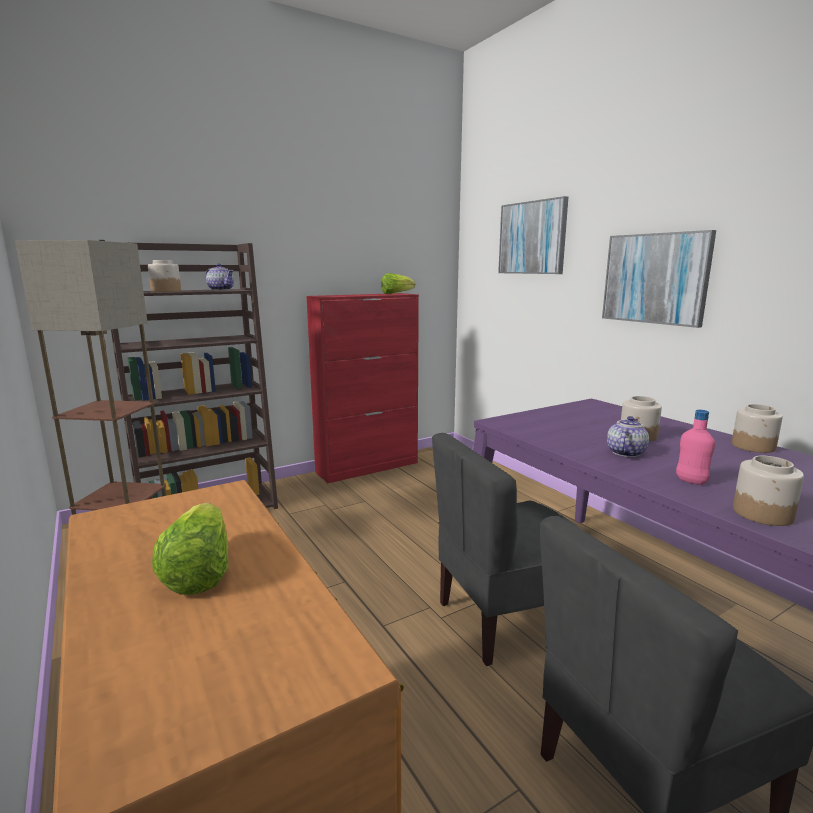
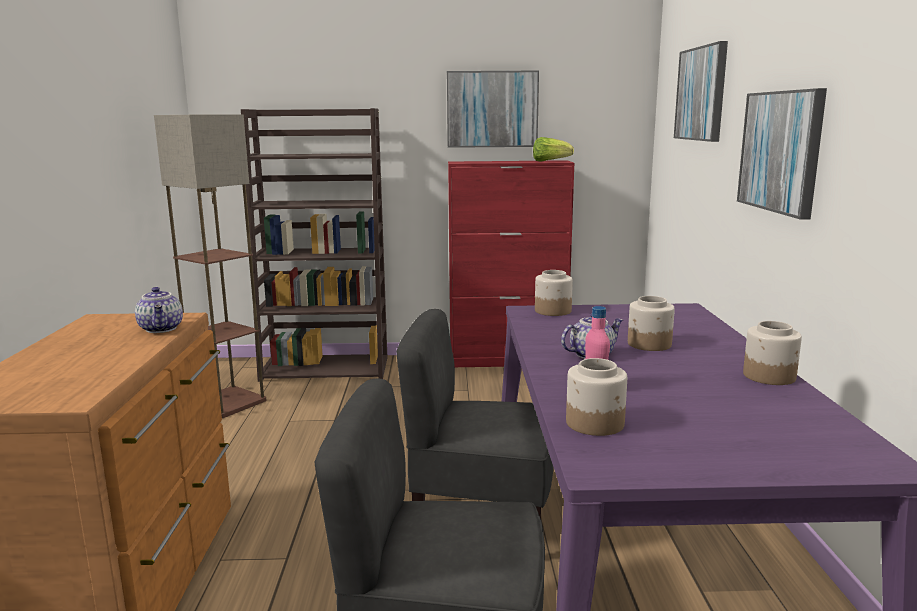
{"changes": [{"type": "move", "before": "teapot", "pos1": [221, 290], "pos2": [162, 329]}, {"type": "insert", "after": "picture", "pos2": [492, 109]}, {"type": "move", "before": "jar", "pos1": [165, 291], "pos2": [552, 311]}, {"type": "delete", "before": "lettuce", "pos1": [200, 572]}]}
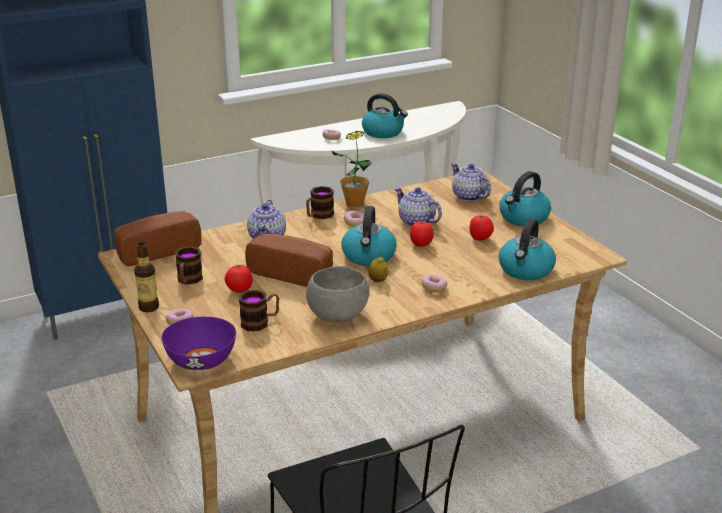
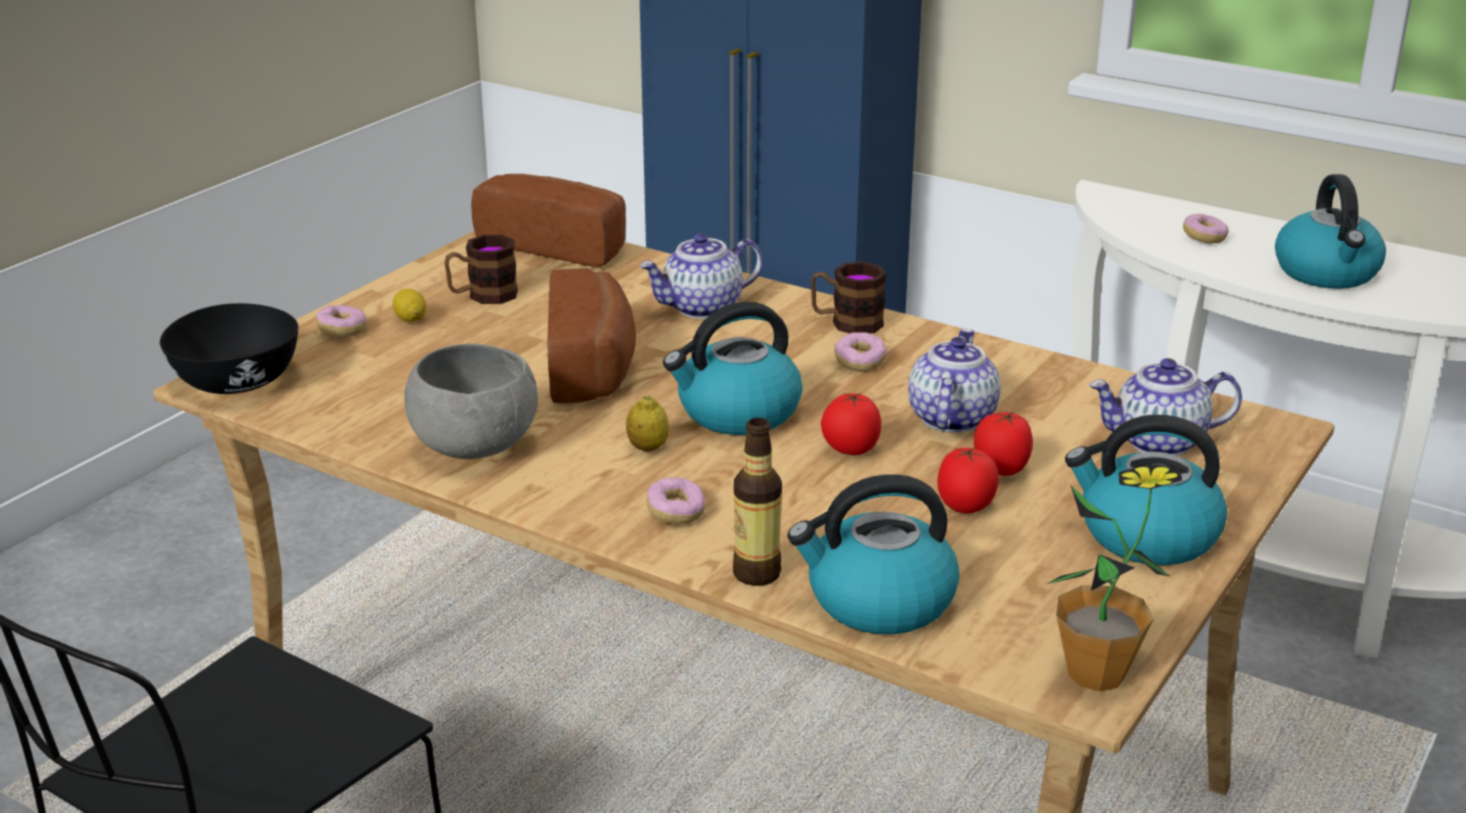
{"changes": [{"type": "recolor", "before": "bowl in purple", "after": "bowl in black", "pos1": [200, 361], "pos2": [235, 381]}, {"type": "insert", "after": "lemon", "pos2": [410, 319]}, {"type": "move", "before": "bottle", "pos1": [149, 307], "pos2": [756, 574]}, {"type": "move", "before": "tomato", "pos1": [239, 290], "pos2": [1001, 469]}, {"type": "move", "before": "potted plant", "pos1": [354, 203], "pos2": [1096, 674]}, {"type": "rotate", "before": "teapot", "pos1": [468, 196], "pos2": [1158, 442], "turn": -120}, {"type": "delete", "before": "mug", "pos1": [260, 322]}]}
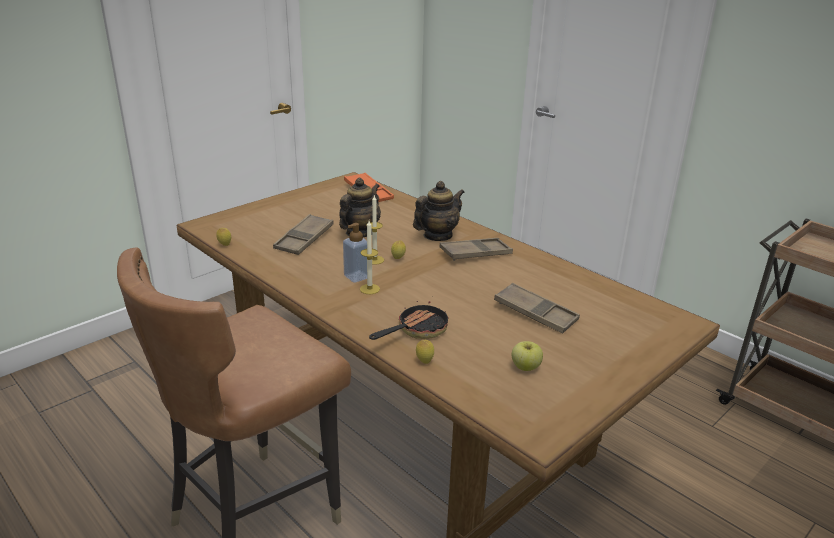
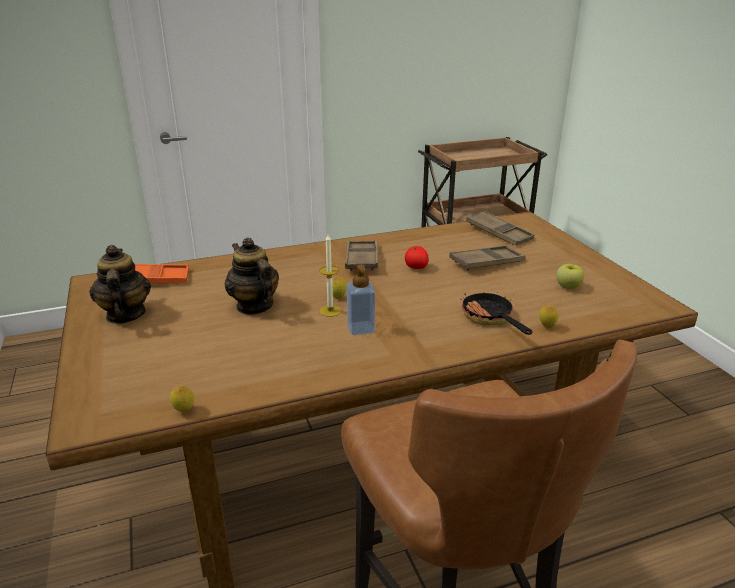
{"changes": [{"type": "move", "before": "teapot", "pos1": [437, 236], "pos2": [125, 315]}, {"type": "insert", "after": "tomato", "pos2": [416, 267]}, {"type": "move", "before": "tray in brown", "pos1": [304, 239], "pos2": [498, 233]}, {"type": "delete", "before": "candle", "pos1": [369, 289]}]}
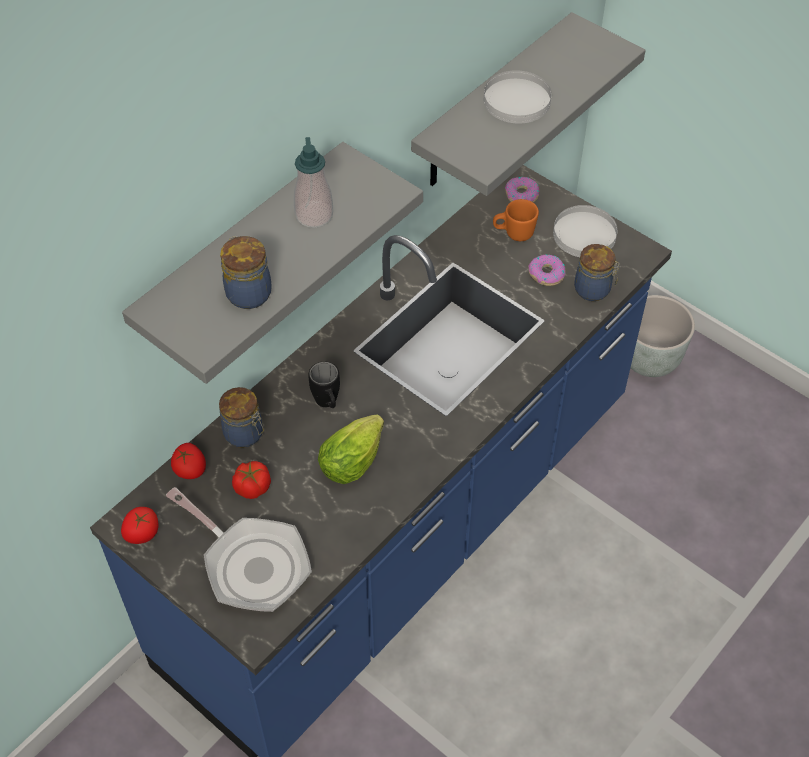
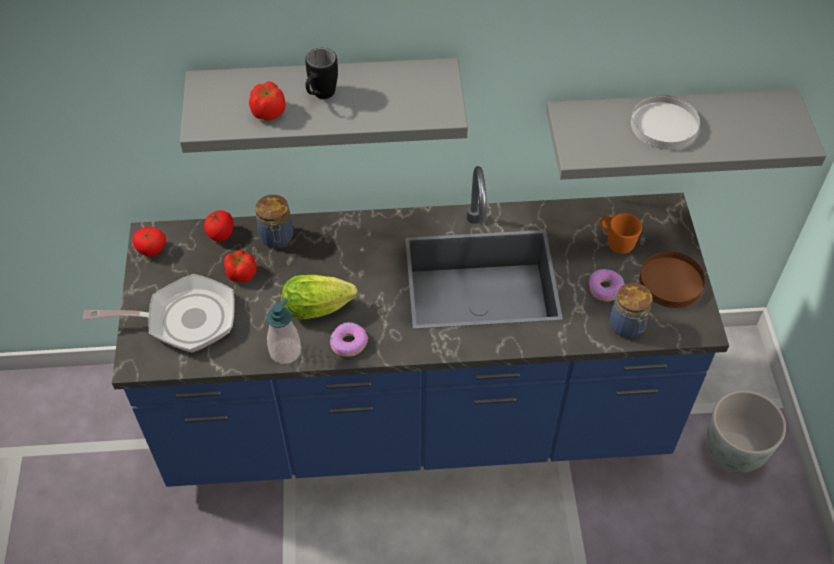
{"changes": [{"type": "rotate", "before": "frying pan", "pos1": [251, 564], "pos2": [184, 319], "turn": -90}, {"type": "replace", "before": "jar", "after": "tomato", "pos1": [248, 292], "pos2": [269, 112]}, {"type": "move", "before": "soap dispenser", "pos1": [314, 215], "pos2": [285, 351]}, {"type": "move", "before": "mug in black", "pos1": [328, 405], "pos2": [320, 96]}, {"type": "move", "before": "donut", "pos1": [521, 195], "pos2": [348, 343]}, {"type": "recolor", "before": "plate in white", "after": "plate in brown", "pos1": [584, 235], "pos2": [670, 282]}]}
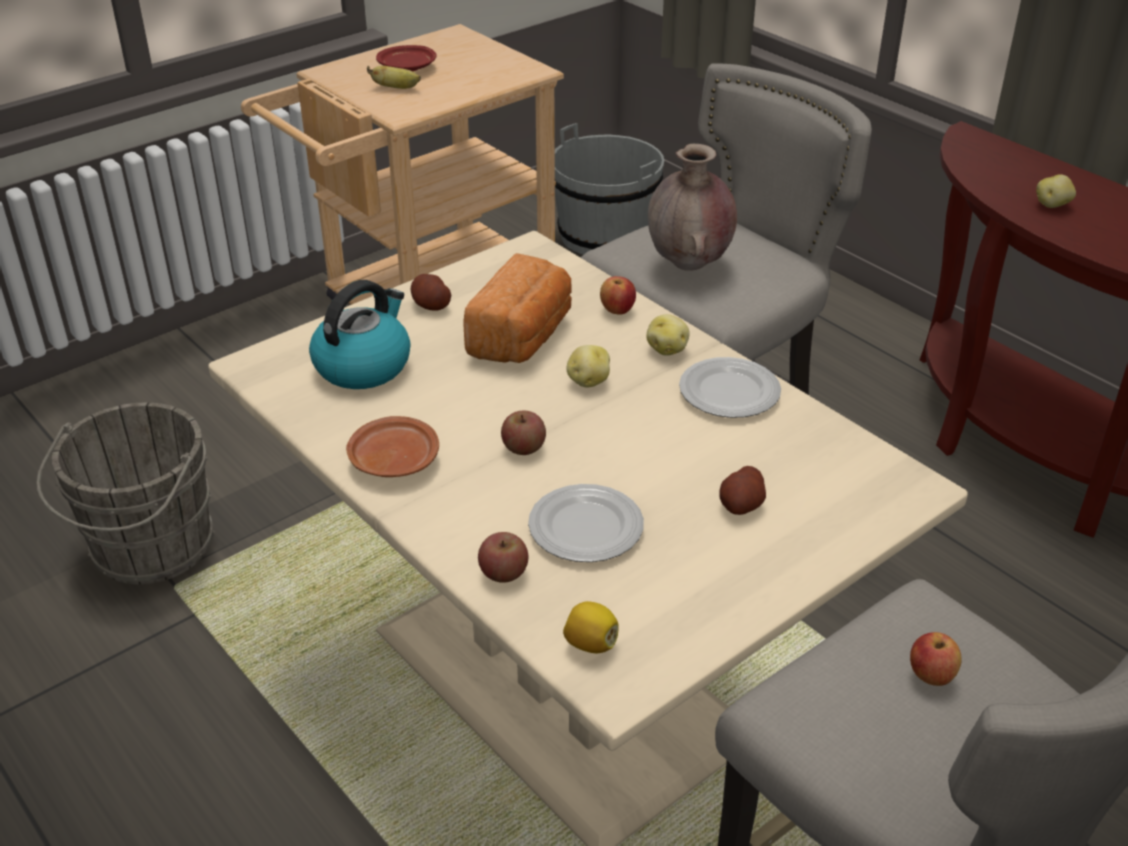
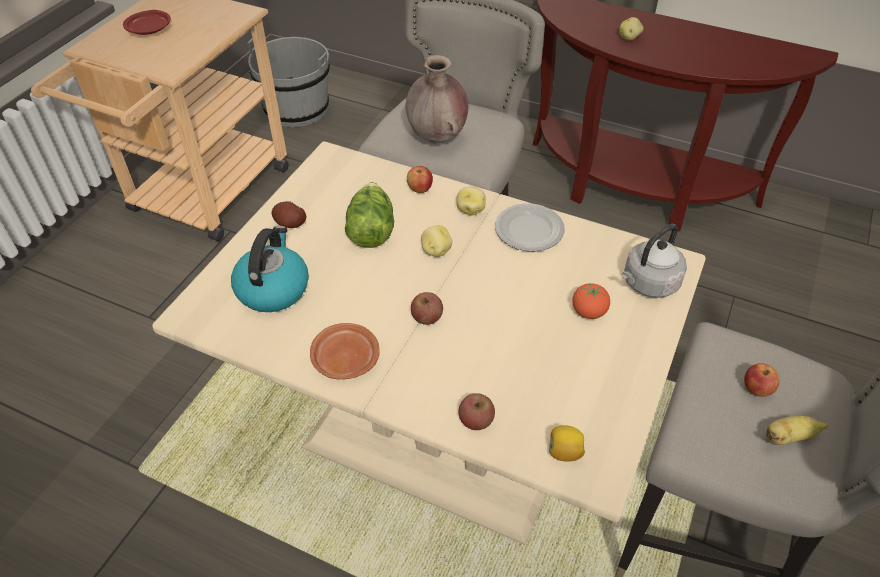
{"changes": [{"type": "replace", "before": "bread", "after": "lettuce", "pos1": [523, 337], "pos2": [370, 229]}, {"type": "replace", "before": "potato", "after": "tomato", "pos1": [741, 505], "pos2": [588, 312]}, {"type": "insert", "after": "kettle in grey", "pos2": [648, 284]}, {"type": "move", "before": "banana", "pos1": [396, 88], "pos2": [788, 437]}, {"type": "delete", "before": "bucket in grey", "pos1": [148, 550]}, {"type": "delete", "before": "plate", "pos1": [586, 527]}]}
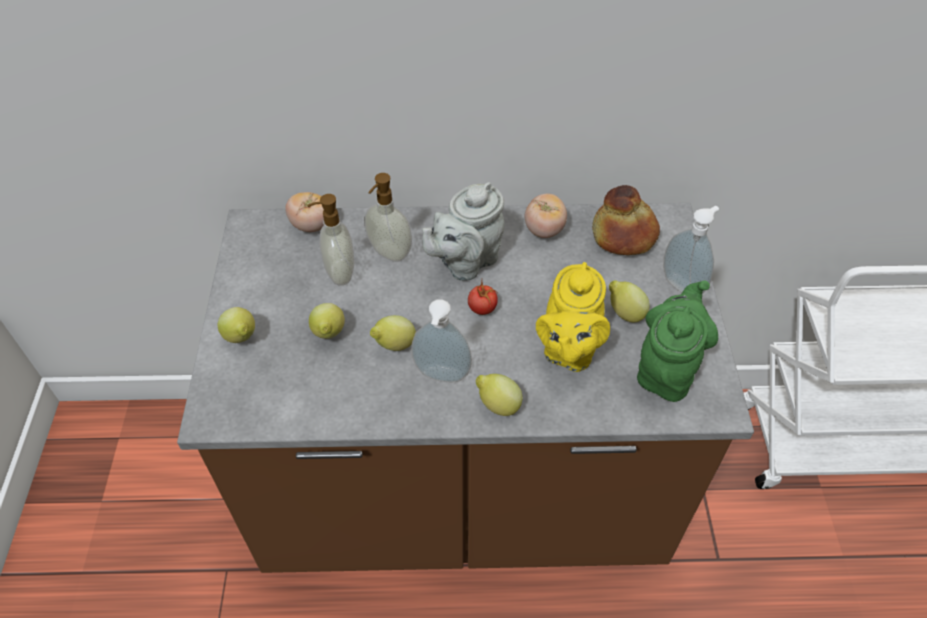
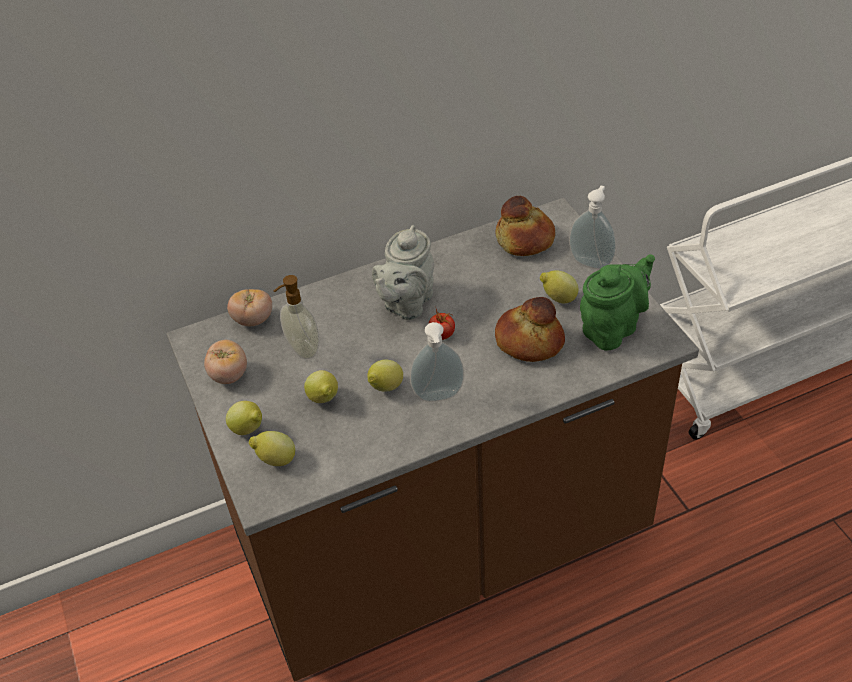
{"changes": [{"type": "move", "before": "tomato", "pos1": [544, 230], "pos2": [229, 375]}, {"type": "move", "before": "lemon", "pos1": [497, 405], "pos2": [275, 460]}, {"type": "replace", "before": "teapot in yellow", "after": "bread", "pos1": [568, 350], "pos2": [529, 341]}, {"type": "rotate", "before": "teapot in green", "pos1": [667, 369], "pos2": [613, 328], "turn": 45}, {"type": "delete", "before": "soap dispenser", "pos1": [389, 253]}]}
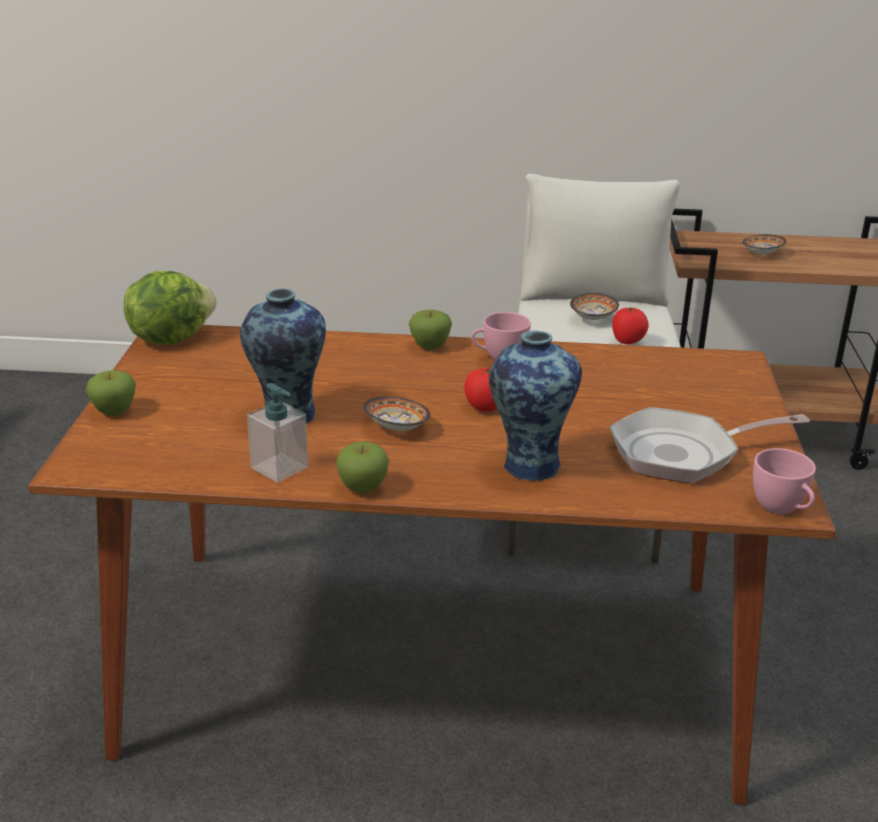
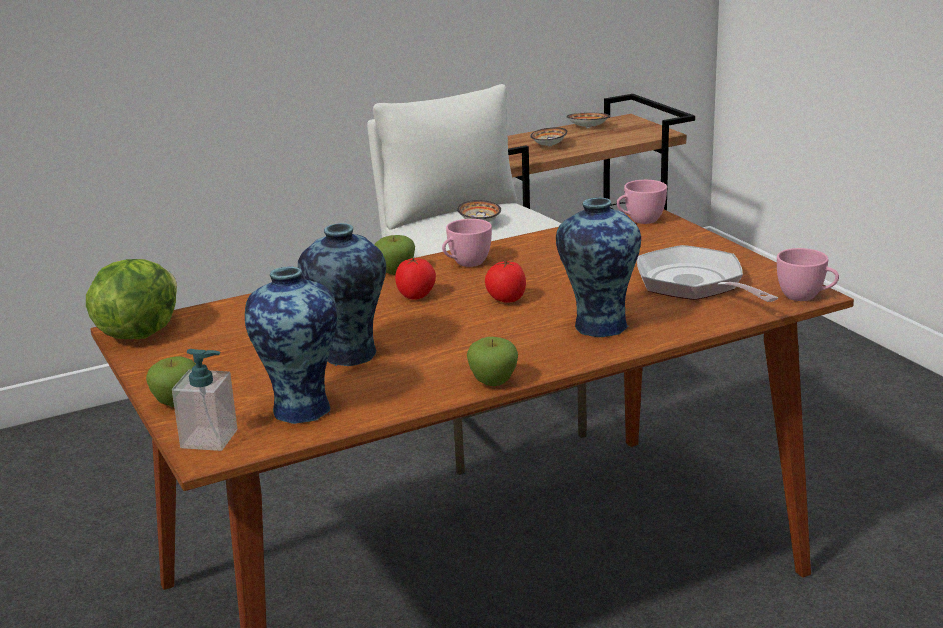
{"changes": [{"type": "move", "before": "soap dispenser", "pos1": [279, 467], "pos2": [209, 439]}, {"type": "insert", "after": "vase", "pos2": [300, 408]}, {"type": "move", "before": "tomato", "pos1": [628, 341], "pos2": [416, 296]}, {"type": "move", "before": "bowl", "pos1": [396, 428], "pos2": [588, 127]}, {"type": "insert", "after": "cup in pink", "pos2": [640, 221]}, {"type": "rotate", "before": "frying pan", "pos1": [682, 453], "pos2": [695, 285], "turn": 105}]}
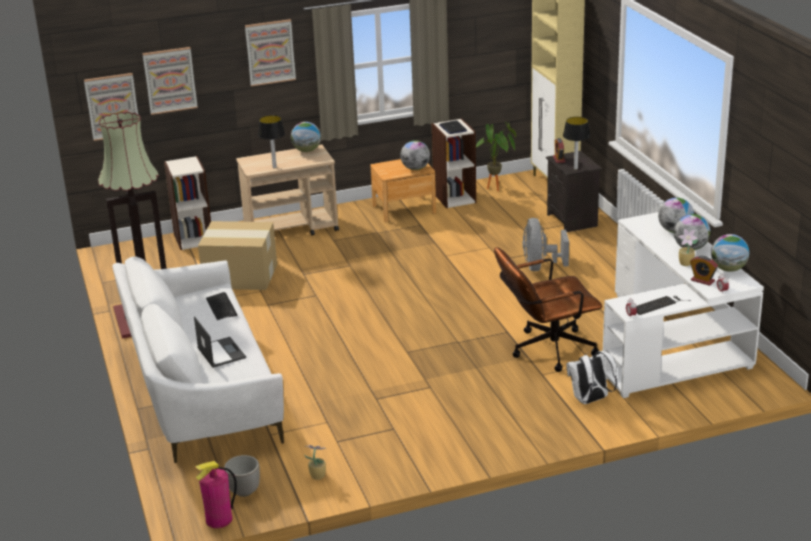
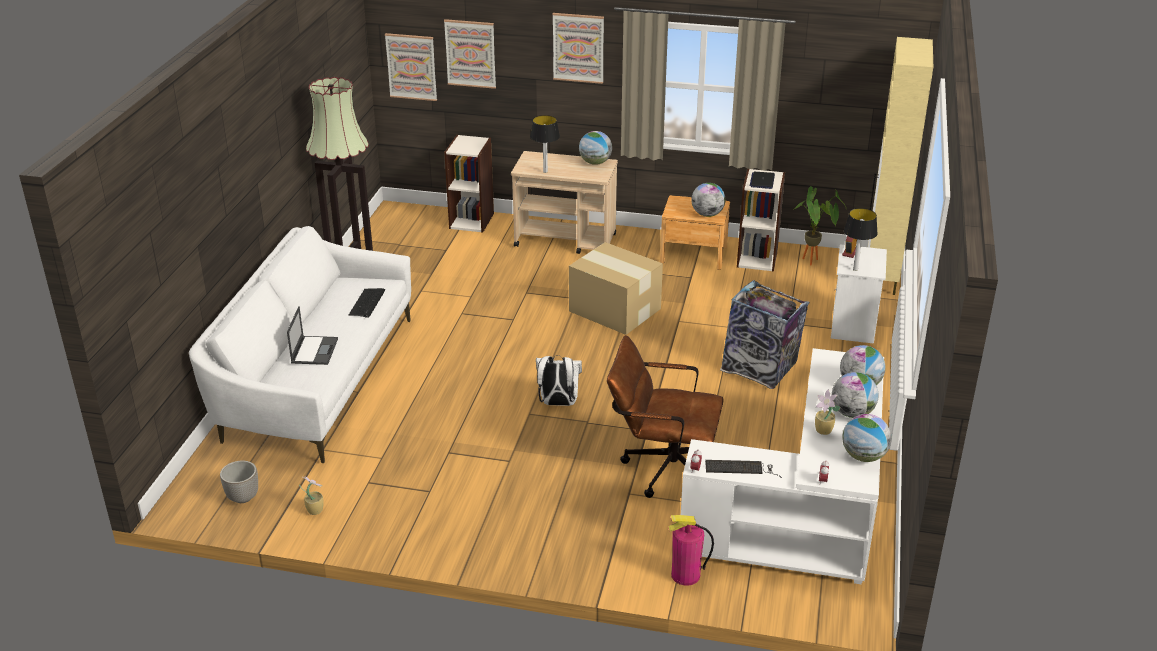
{"changes": [{"type": "move", "before": "backpack in white", "pos1": [590, 400], "pos2": [558, 403]}, {"type": "move", "before": "cardboard box", "pos1": [241, 276], "pos2": [615, 310]}, {"type": "move", "before": "fire extinguisher", "pos1": [219, 519], "pos2": [685, 575]}, {"type": "replace", "before": "fan in grey", "after": "trash can", "pos1": [540, 267], "pos2": [760, 369]}, {"type": "recolor", "before": "nightstand in black", "after": "nightstand in white", "pos1": [573, 220], "pos2": [854, 327]}, {"type": "delete", "before": "alarm clock", "pos1": [702, 280]}]}
